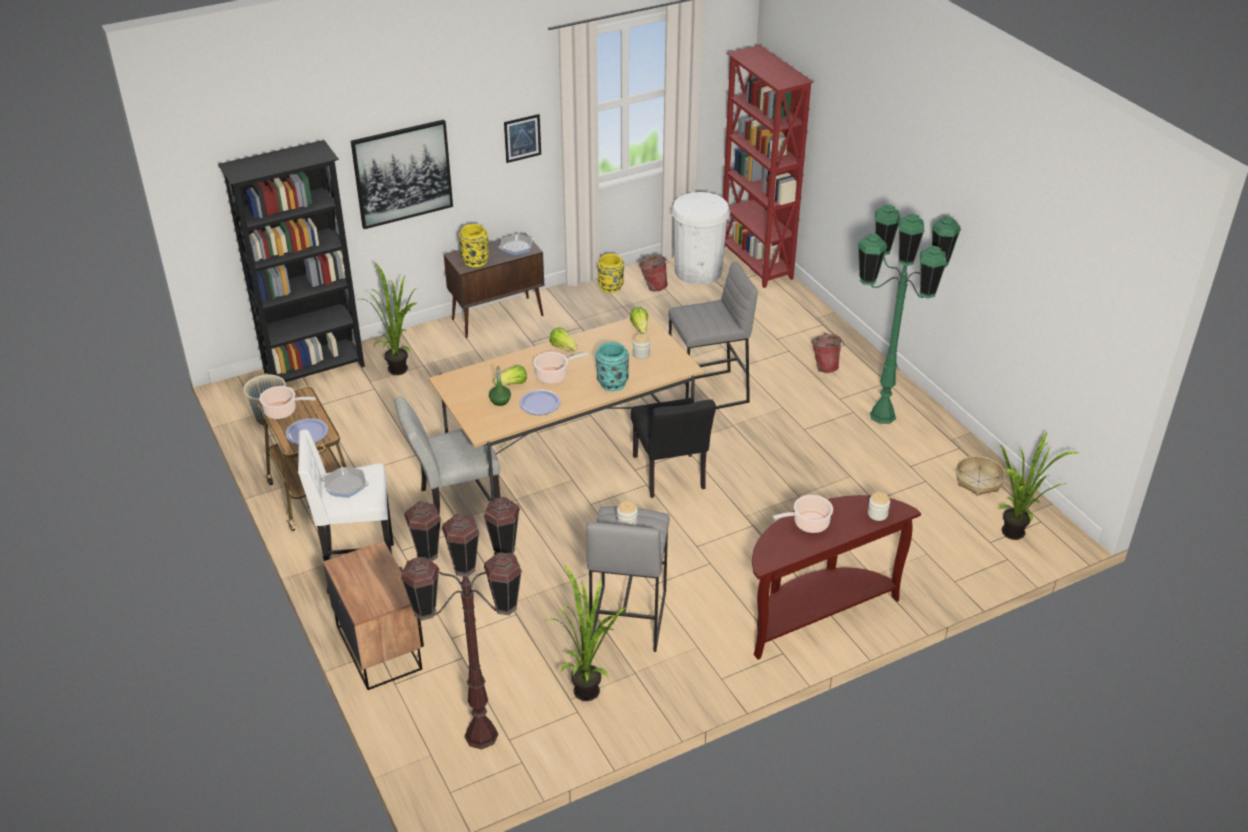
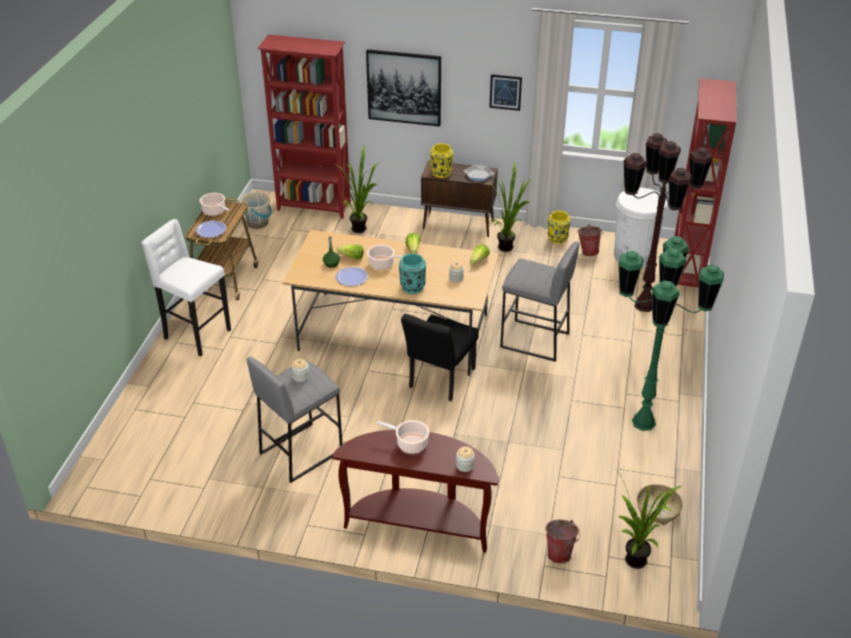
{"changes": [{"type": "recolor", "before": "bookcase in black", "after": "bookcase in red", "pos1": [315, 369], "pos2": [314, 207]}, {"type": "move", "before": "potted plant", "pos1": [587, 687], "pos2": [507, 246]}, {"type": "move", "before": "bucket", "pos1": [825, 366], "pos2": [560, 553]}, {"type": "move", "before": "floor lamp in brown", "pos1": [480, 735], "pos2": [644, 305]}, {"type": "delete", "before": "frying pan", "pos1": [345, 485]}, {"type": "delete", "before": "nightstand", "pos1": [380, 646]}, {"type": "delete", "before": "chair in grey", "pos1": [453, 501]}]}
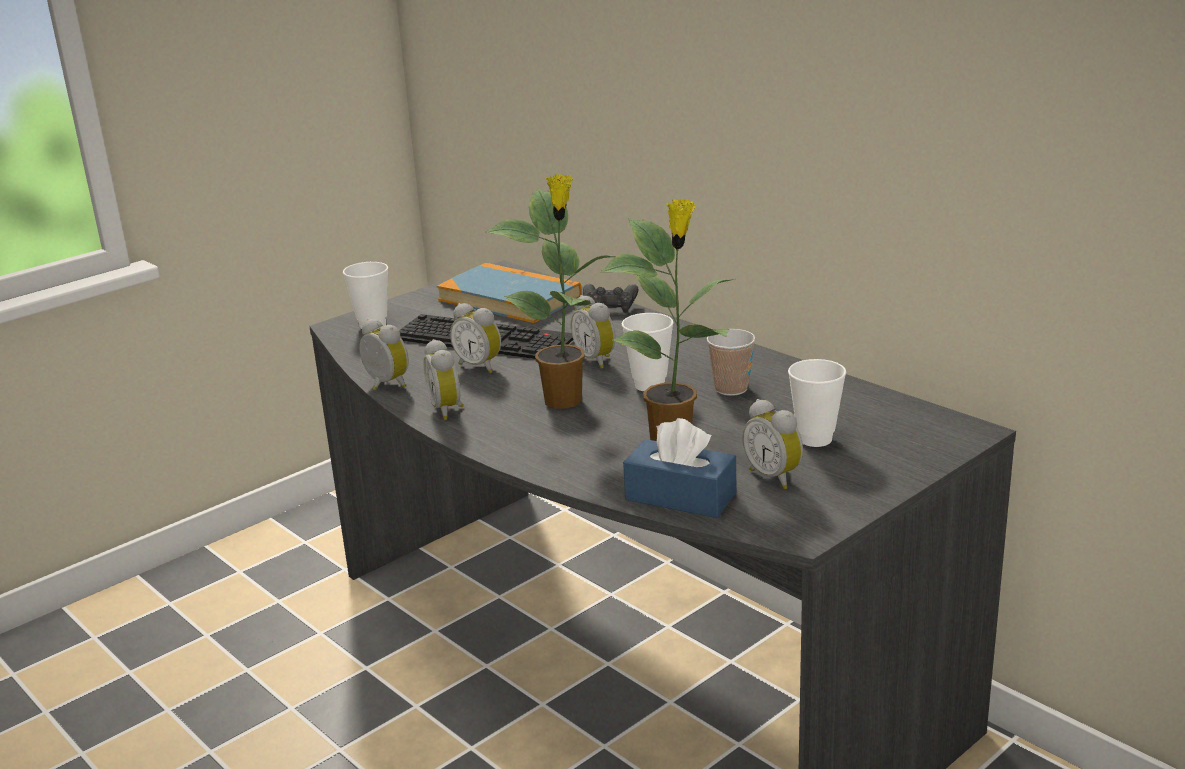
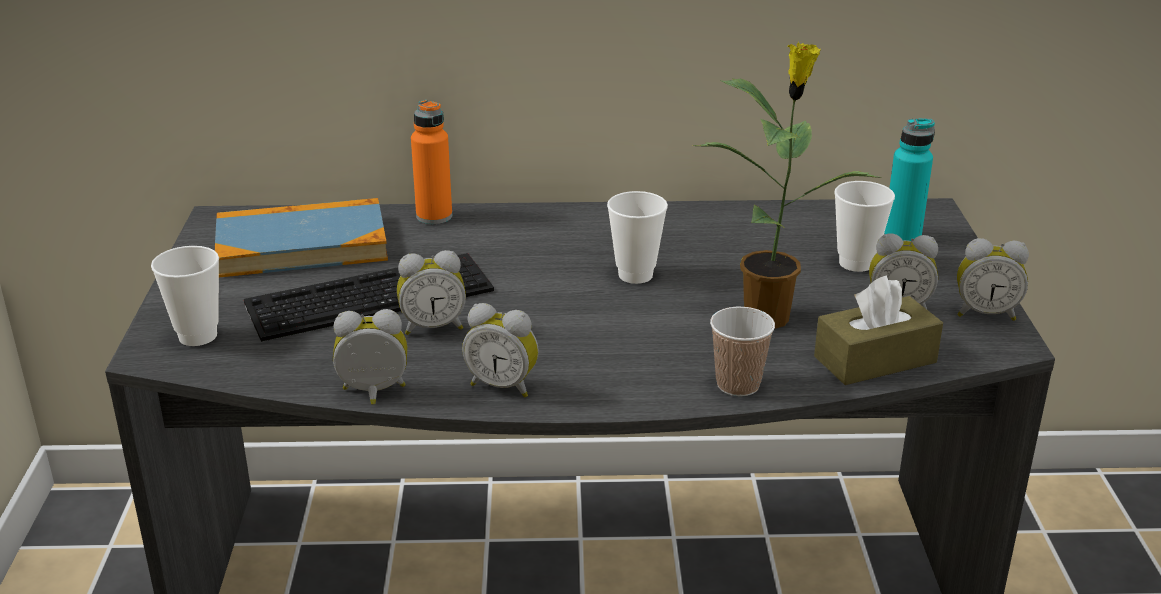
{"changes": [{"type": "replace", "before": "game controller in black", "after": "bottle in orange", "pos1": [610, 308], "pos2": [434, 216]}, {"type": "move", "before": "cup", "pos1": [731, 389], "pos2": [738, 385]}, {"type": "recolor", "before": "tissue box in blue", "after": "tissue box in brown", "pos1": [680, 496], "pos2": [875, 359]}, {"type": "insert", "after": "bottle in turquoise", "pos2": [902, 237]}, {"type": "move", "before": "alarm clock", "pos1": [597, 360], "pos2": [985, 313]}, {"type": "delete", "before": "potted plant", "pos1": [565, 401]}]}
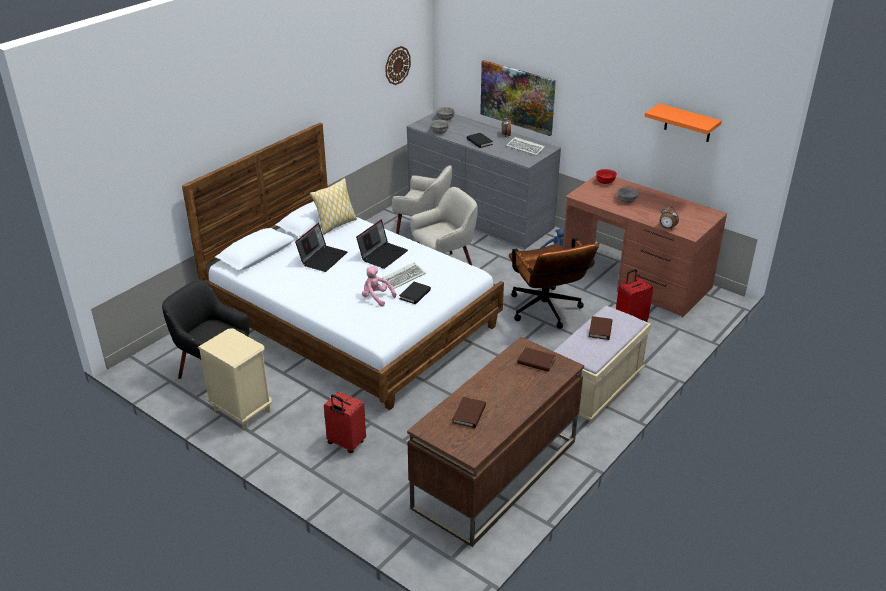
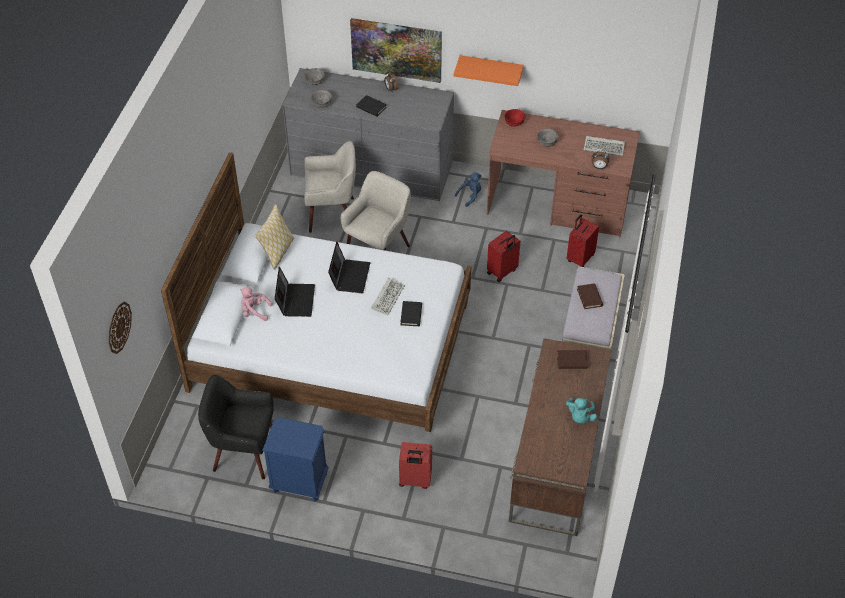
{"changes": [{"type": "move", "before": "wall clock", "pos1": [397, 65], "pos2": [119, 327]}, {"type": "move", "before": "plush toy in pink", "pos1": [376, 298], "pos2": [254, 312]}, {"type": "recolor", "before": "nightstand in beige", "after": "nightstand in blue", "pos1": [242, 410], "pos2": [299, 482]}, {"type": "move", "before": "shelf in orange", "pos1": [688, 123], "pos2": [491, 69]}, {"type": "replace", "before": "office chair in brown", "after": "suitcase in red", "pos1": [547, 312], "pos2": [502, 272]}, {"type": "insert", "after": "plush toy in turquoise", "pos2": [580, 417]}, {"type": "move", "before": "keyboard", "pos1": [526, 148], "pos2": [605, 147]}, {"type": "delete", "before": "book in brown", "pos1": [469, 414]}]}
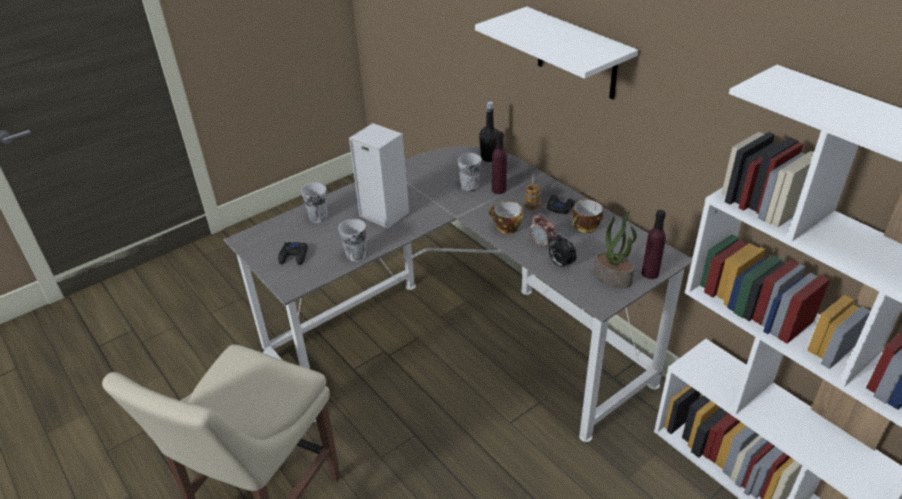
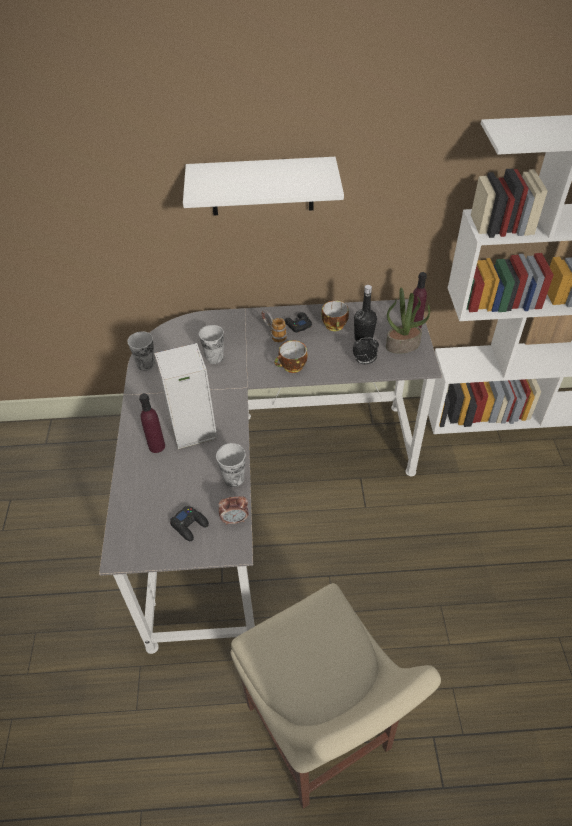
{"changes": [{"type": "move", "before": "cup", "pos1": [318, 217], "pos2": [146, 364]}, {"type": "move", "before": "bottle in purple", "pos1": [499, 190], "pos2": [157, 446]}, {"type": "move", "before": "alarm clock", "pos1": [542, 243], "pos2": [235, 520]}, {"type": "move", "before": "bottle in black", "pos1": [489, 158], "pos2": [363, 338]}]}
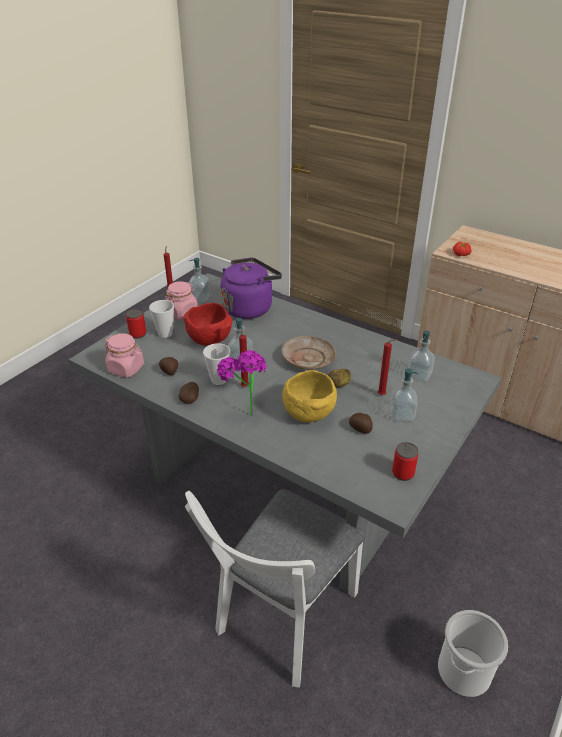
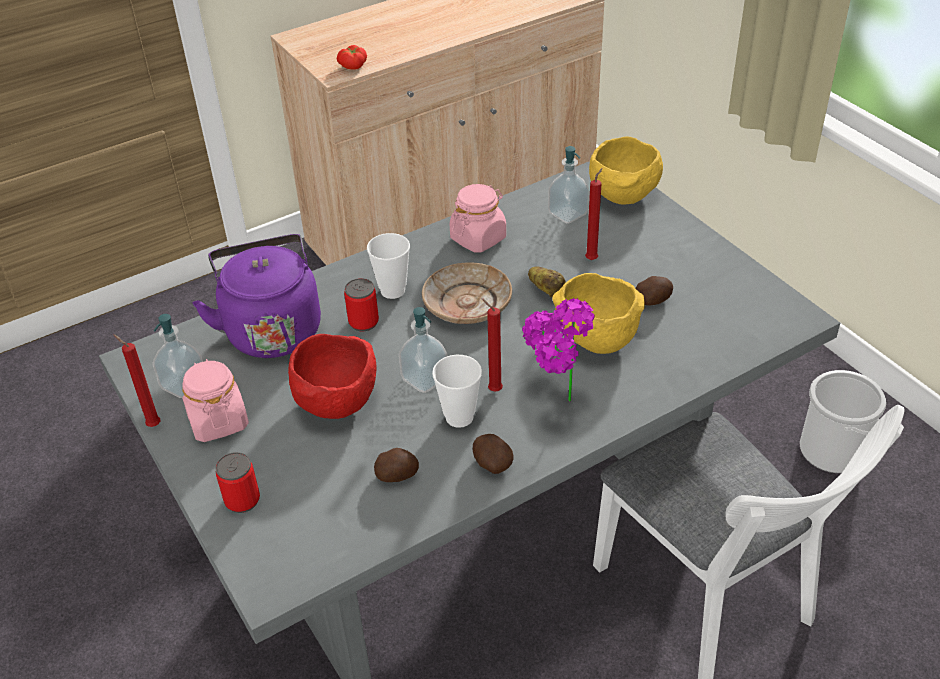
{"changes": [{"type": "move", "before": "can", "pos1": [403, 473], "pos2": [363, 322]}, {"type": "move", "before": "cup", "pos1": [165, 333], "pos2": [392, 290]}, {"type": "move", "before": "jar in pink", "pos1": [126, 368], "pos2": [478, 238]}, {"type": "insert", "after": "bowl in yellow", "pos2": [624, 197]}, {"type": "delete", "before": "soap dispenser", "pos1": [401, 415]}]}
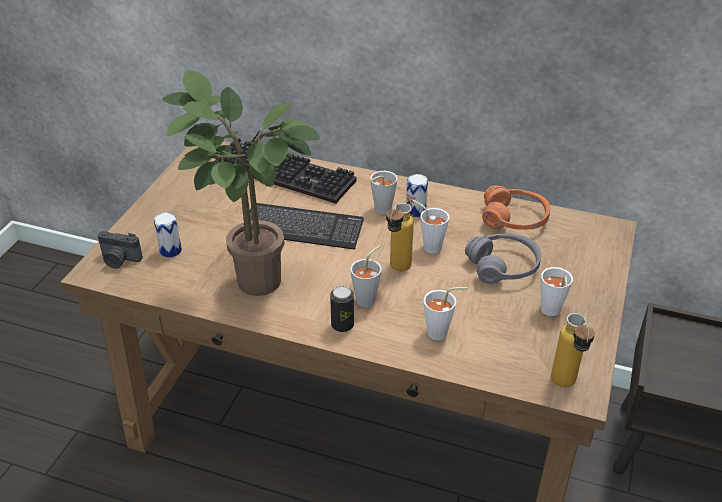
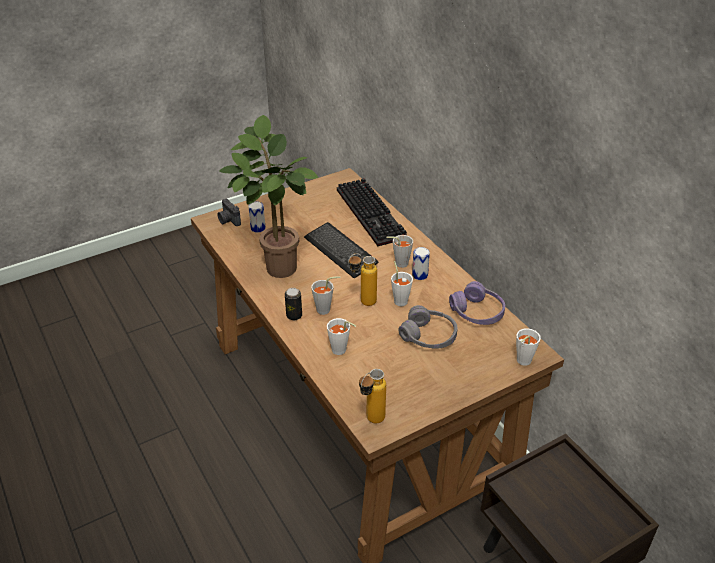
{"changes": [{"type": "recolor", "before": "headphones in orange", "after": "headphones in purple", "pos1": [514, 219], "pos2": [477, 312]}, {"type": "move", "before": "cup in white", "pos1": [550, 312], "pos2": [521, 362]}]}
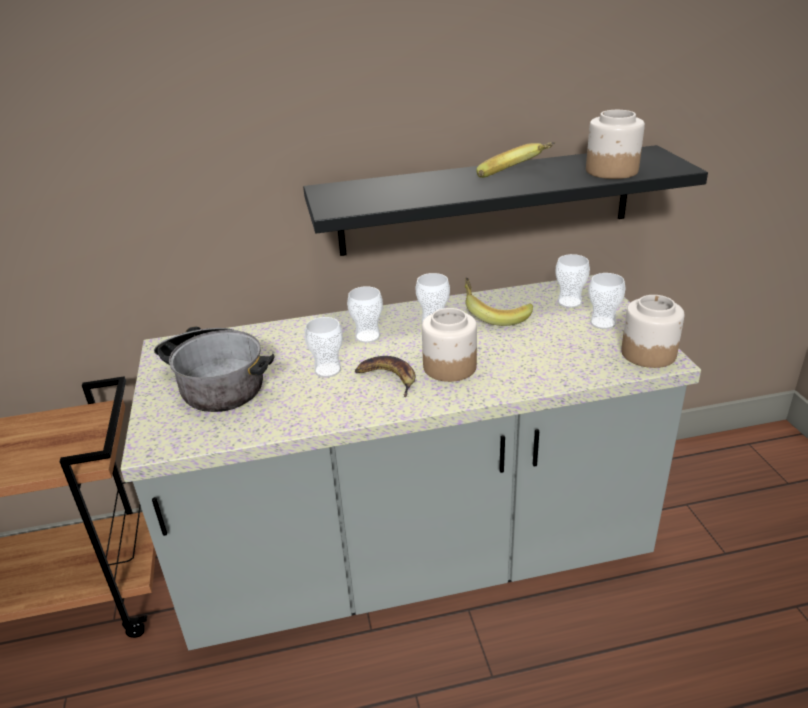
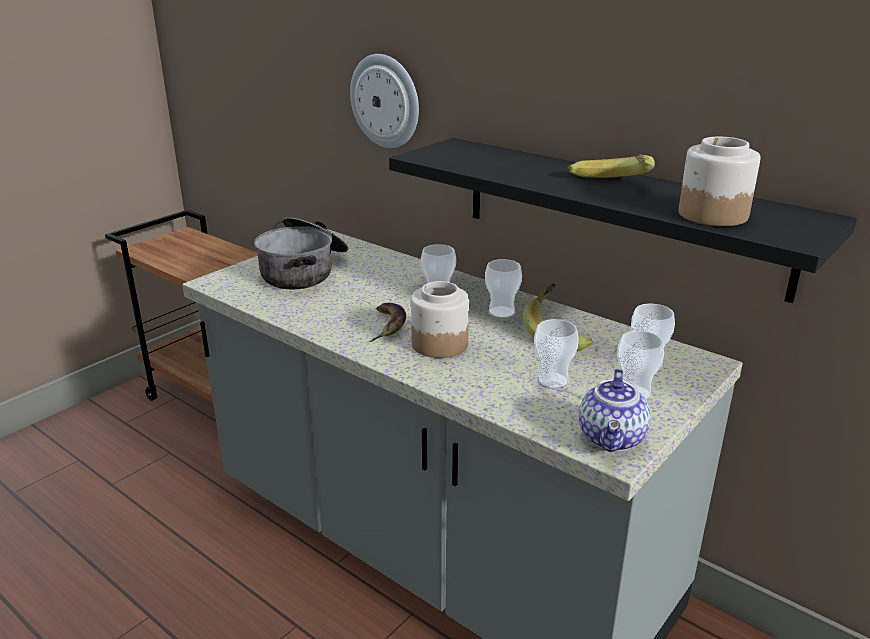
{"changes": [{"type": "insert", "after": "wall clock", "pos2": [386, 101]}, {"type": "move", "before": "cup", "pos1": [327, 370], "pos2": [552, 381]}, {"type": "replace", "before": "jar", "after": "teapot", "pos1": [648, 353], "pos2": [613, 439]}]}
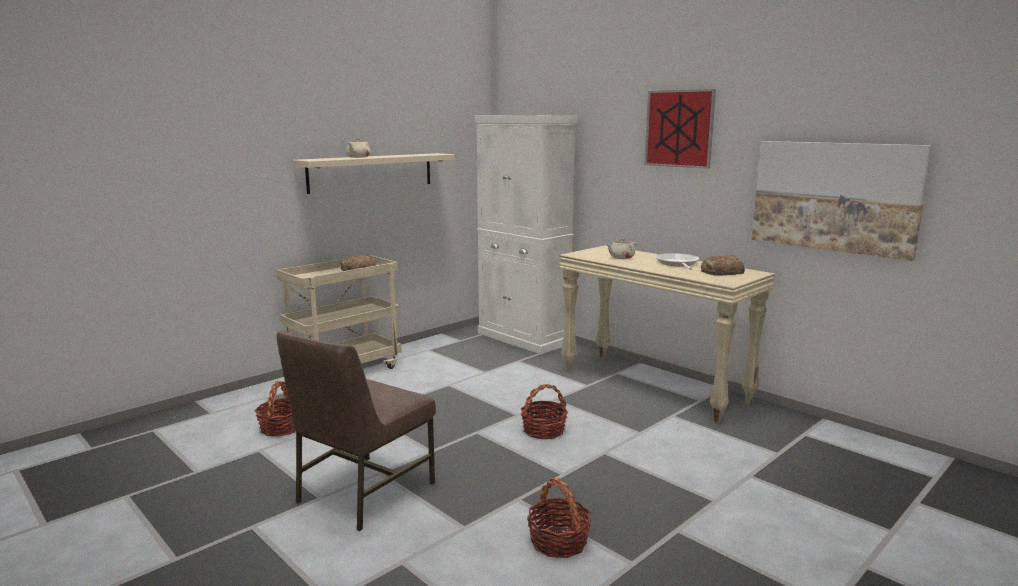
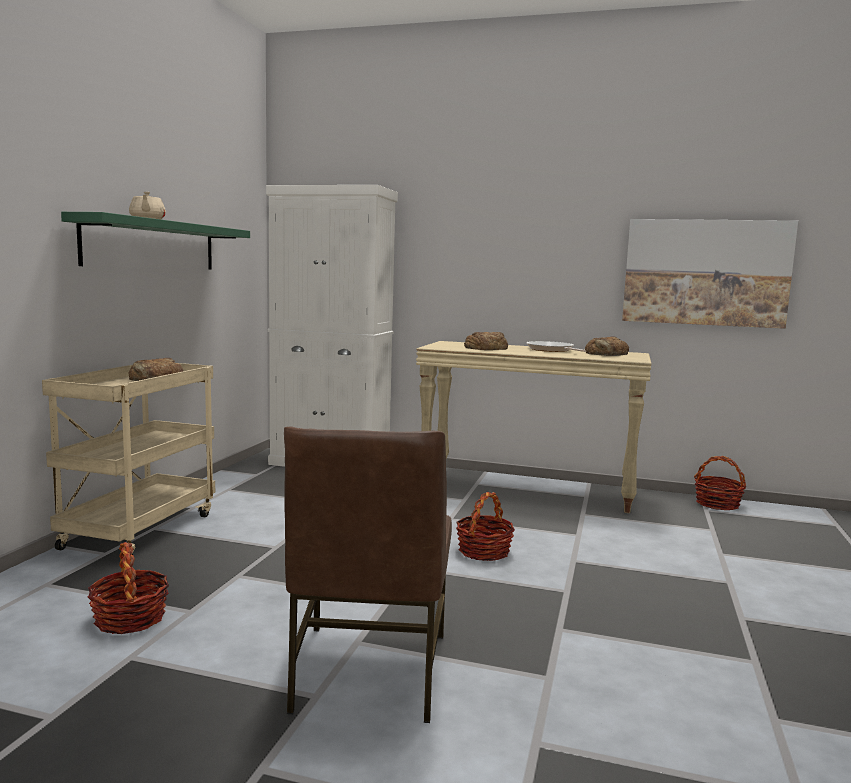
{"changes": [{"type": "recolor", "before": "shelf in beige", "after": "shelf in green", "pos1": [371, 172], "pos2": [152, 245]}, {"type": "replace", "before": "teapot in beige", "after": "bread", "pos1": [621, 257], "pos2": [486, 348]}, {"type": "move", "before": "basket", "pos1": [558, 542], "pos2": [717, 504]}, {"type": "delete", "before": "picture", "pos1": [679, 128]}]}
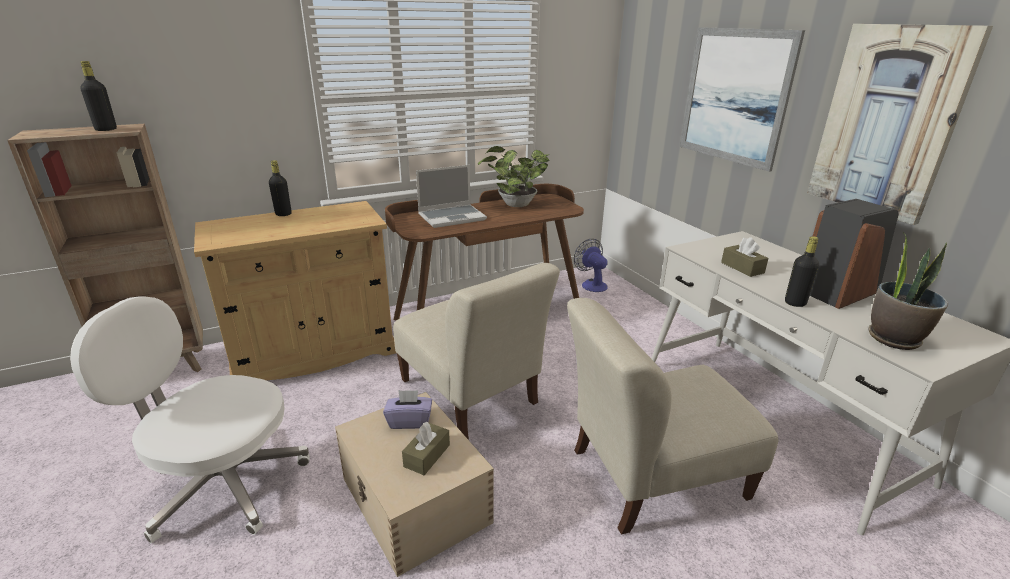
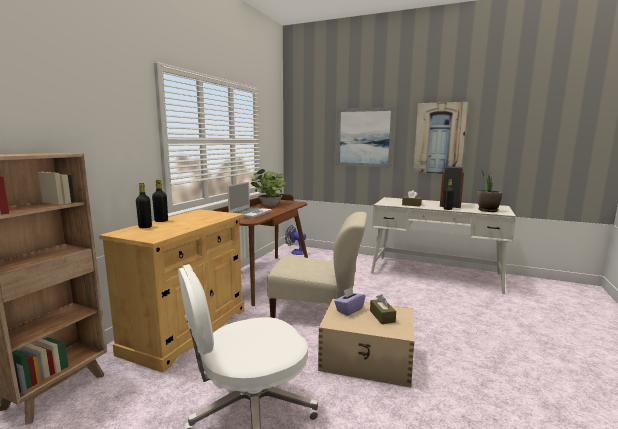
{"changes": [{"type": "move", "before": "bottle in black", "pos1": [106, 129], "pos2": [145, 227]}, {"type": "delete", "before": "chair in beige", "pos1": [651, 476]}]}
